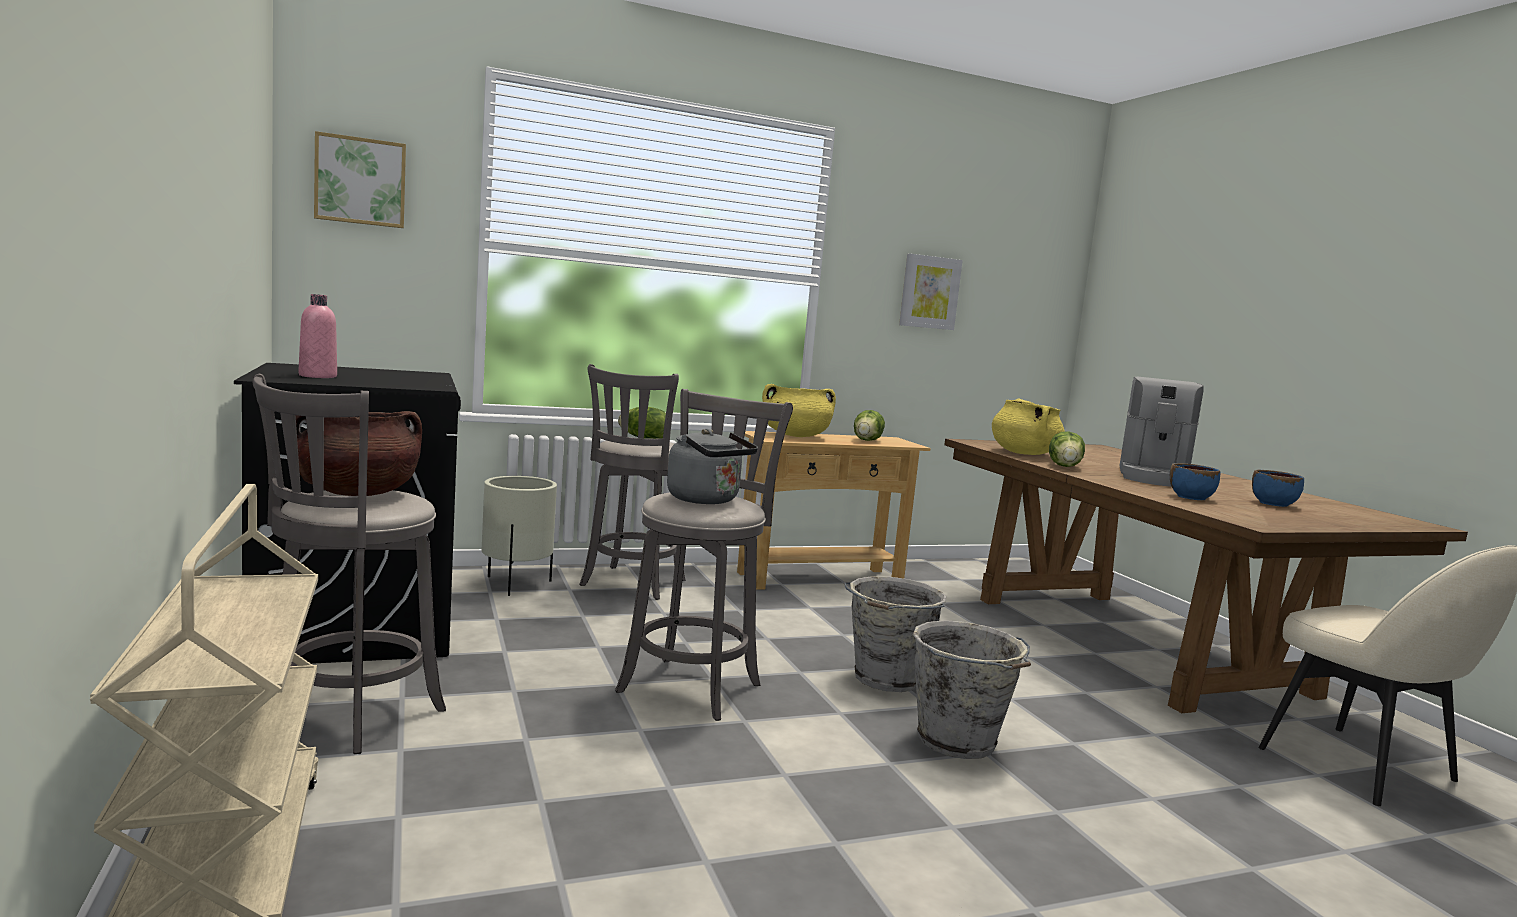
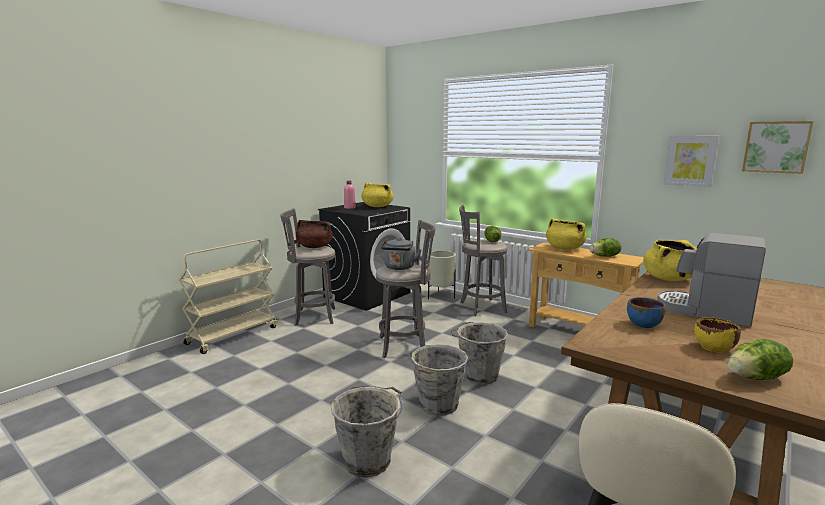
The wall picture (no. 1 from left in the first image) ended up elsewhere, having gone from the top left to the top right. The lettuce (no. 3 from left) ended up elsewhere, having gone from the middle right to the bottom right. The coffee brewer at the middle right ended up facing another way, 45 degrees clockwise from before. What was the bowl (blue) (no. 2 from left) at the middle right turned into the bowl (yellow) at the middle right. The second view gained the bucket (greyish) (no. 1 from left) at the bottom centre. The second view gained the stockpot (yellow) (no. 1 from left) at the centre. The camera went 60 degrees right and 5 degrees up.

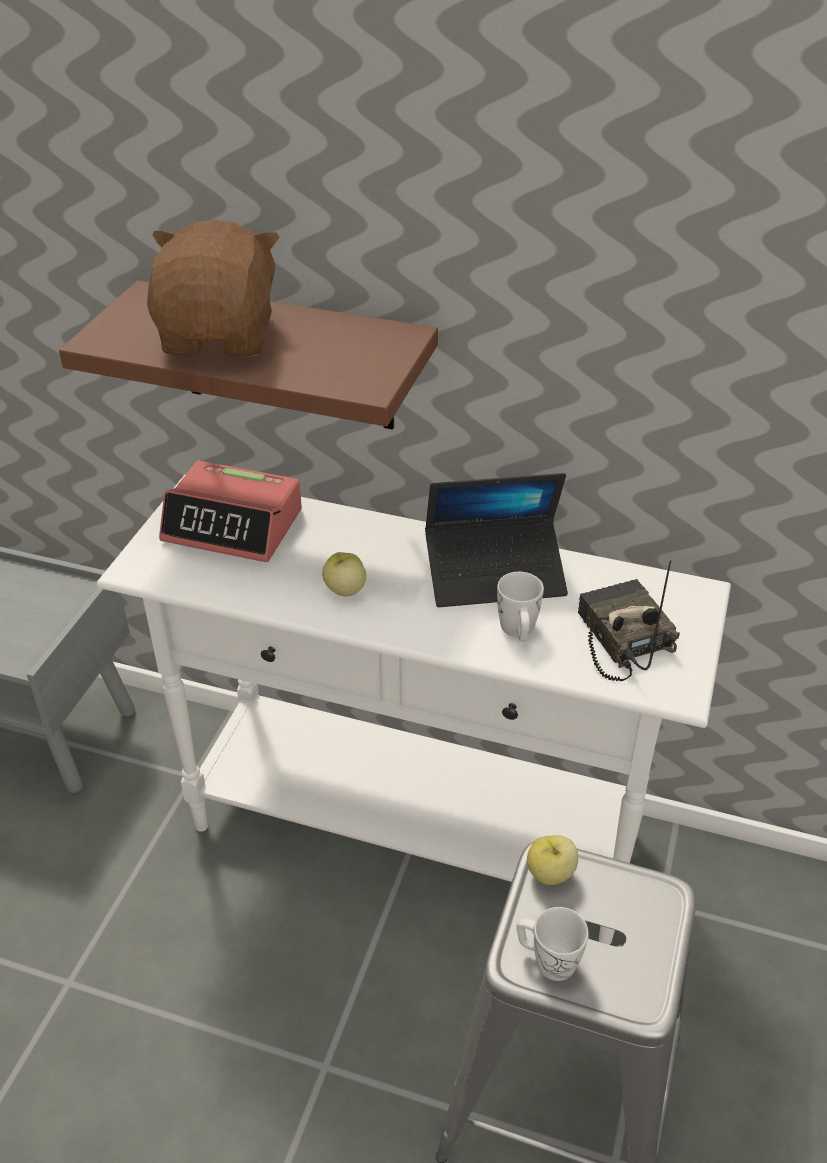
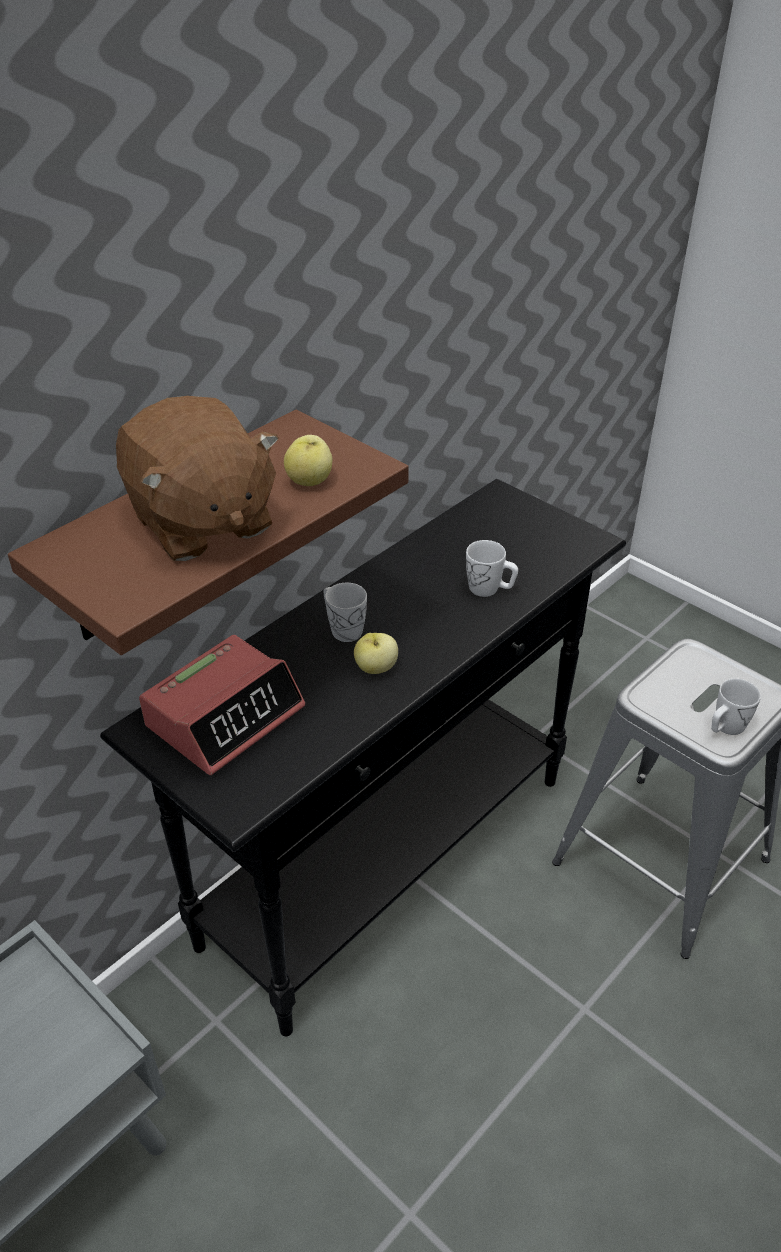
What was the console table (whitish) at the centre turned into the console table (blackish) at the centre. The plush toy (brown) at the top left ended up facing another way, 150 degrees counterclockwise from before. The second view lost the portable computer at the centre. The whole apple (no. 2 from left in the first image) ended up elsewhere, having gone from the bottom right to the centre. The second view lost the radio receiver at the middle right. The second view gained the coffee mug (whitish) (no. 1 from left) at the centre. The camera went 65 degrees left and 0 degrees up.

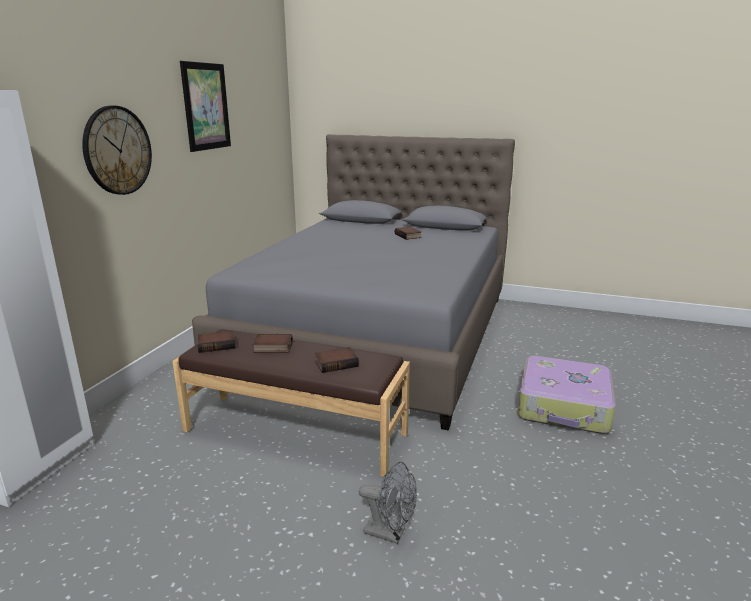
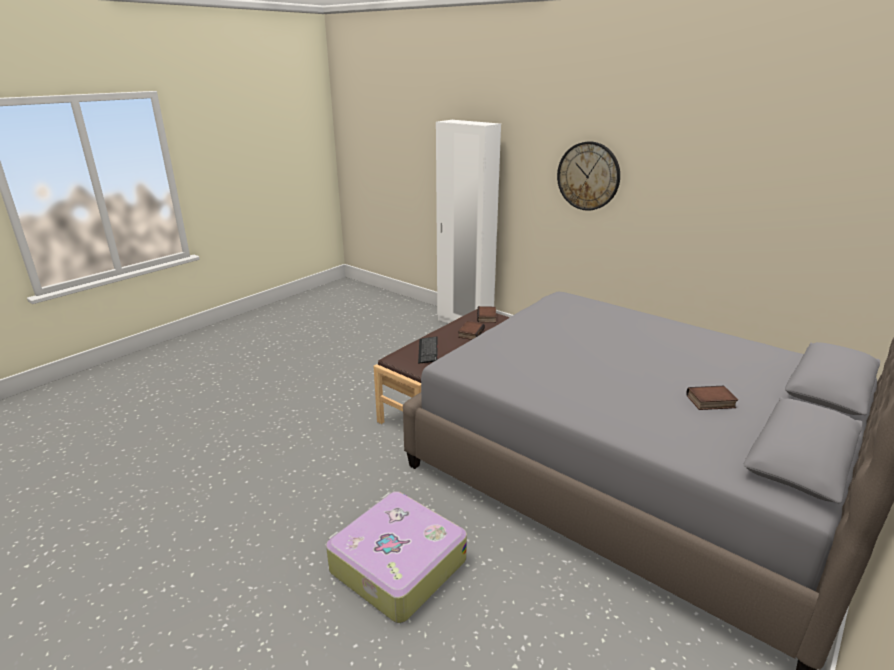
The second view lost the wall picture at the top left. Where the book (no. 3 from left) stood at the centre, the computer keyboard came to stand at the centre. The second view lost the electric fan (greyish) at the bottom centre. The camera went 110 degrees right and 5 degrees up.

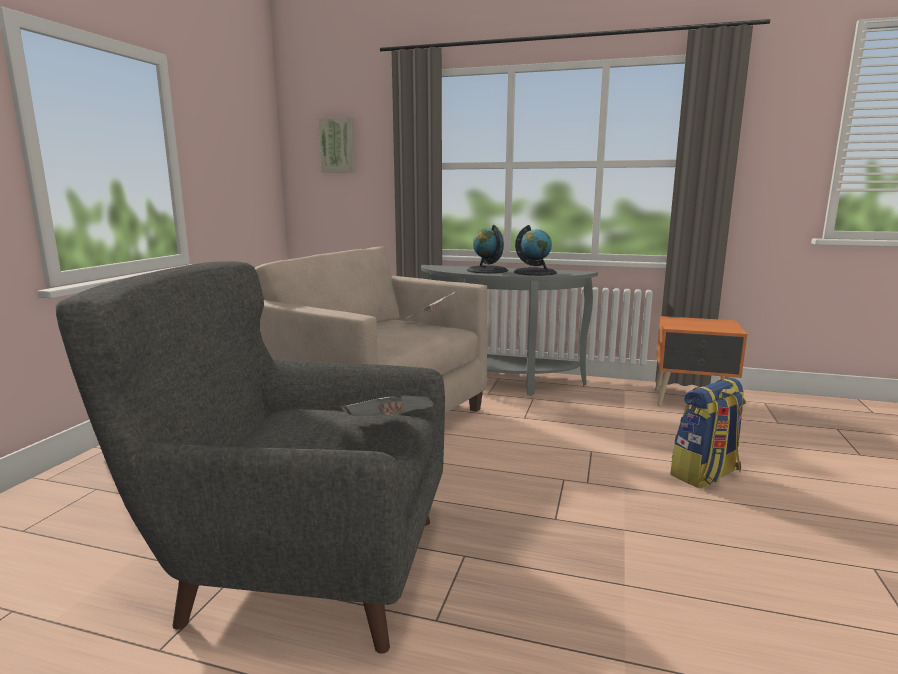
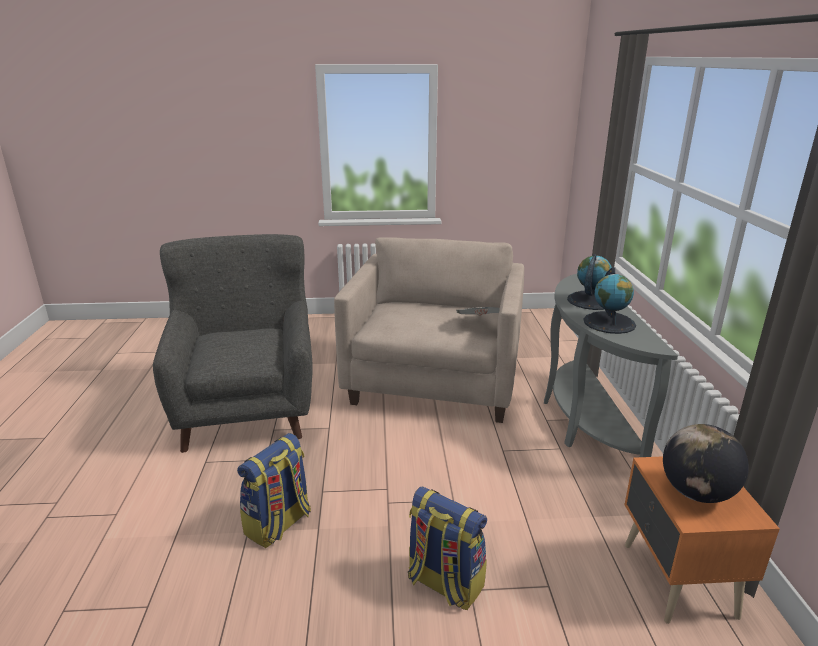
The second view lost the wall picture at the top centre. The second view lost the daily paper (no. 1 from left) at the centre. The second view gained the backpack (no. 1 from left) at the bottom centre. The second view gained the world globe (no. 3 from left) at the bottom right. The camera went 70 degrees right and 10 degrees up.

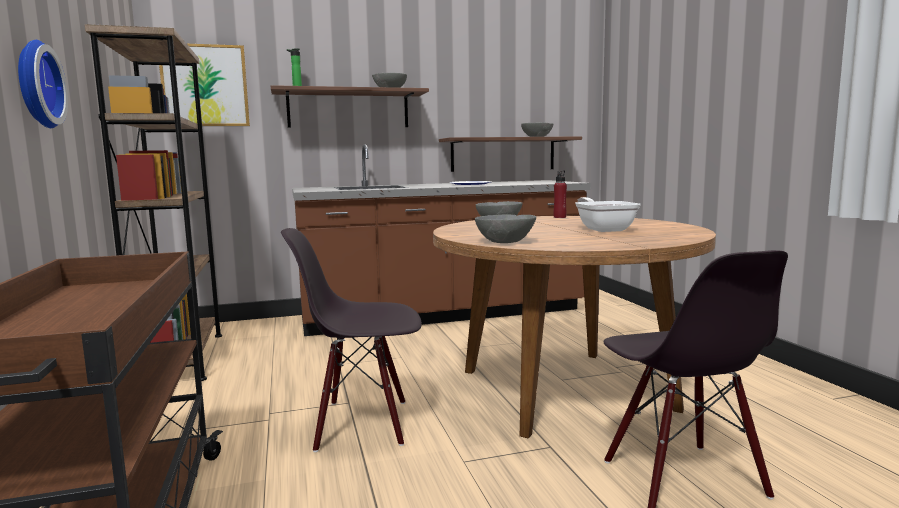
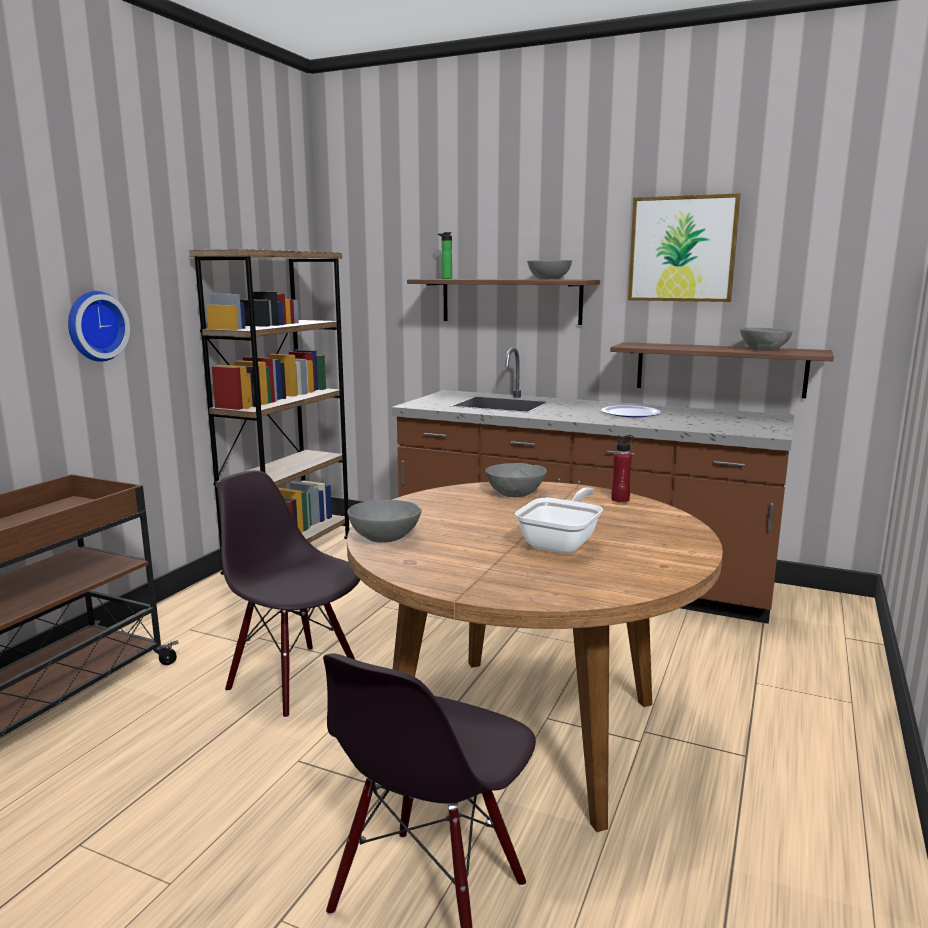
The wall picture ended up elsewhere, having gone from the top left to the top right. The camera went 40 degrees right and 5 degrees up.

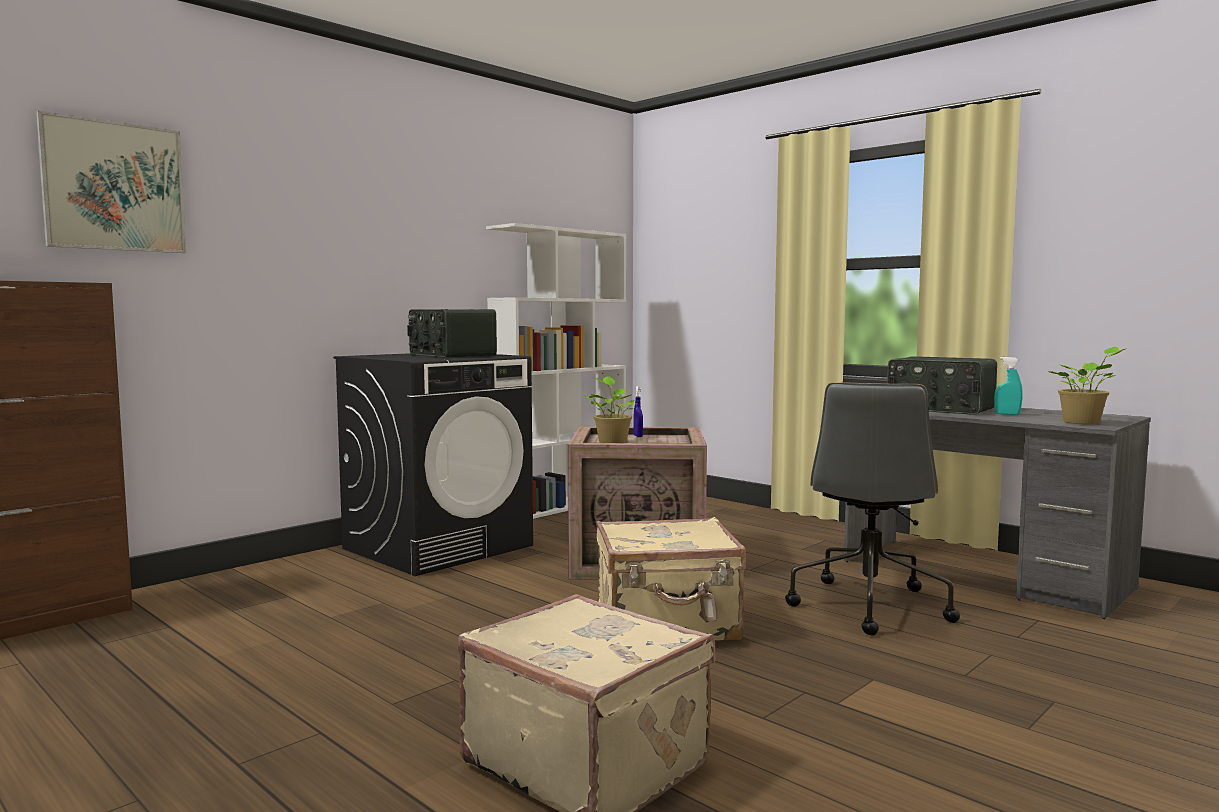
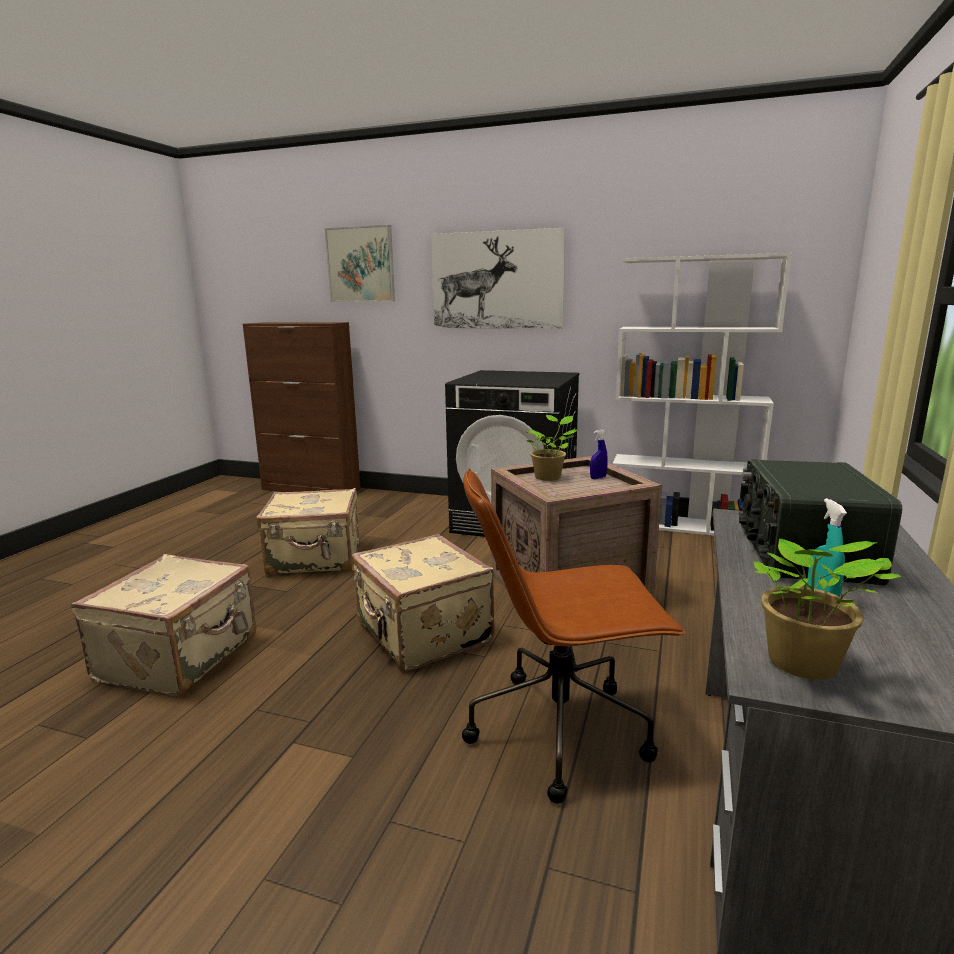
The second view lost the radio receiver (no. 1 from left) at the centre. What was the desk chair (greyish) at the middle right turned into the desk chair (brown) at the bottom centre. The second view gained the piece of luggage (sand-coloured) (no. 2 from left) at the middle left. The second view gained the wall picture (no. 2 from left) at the top centre. The camera went 65 degrees right and 10 degrees up.

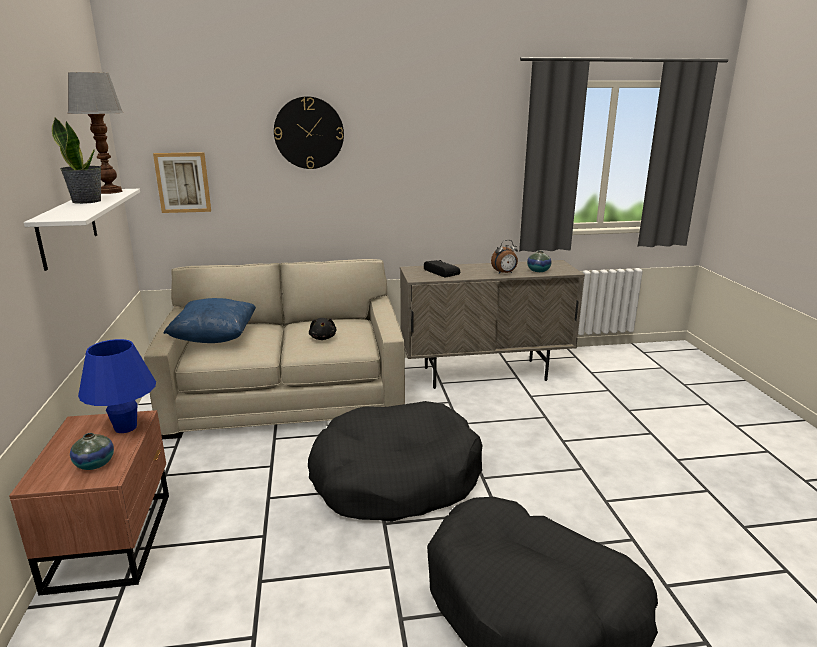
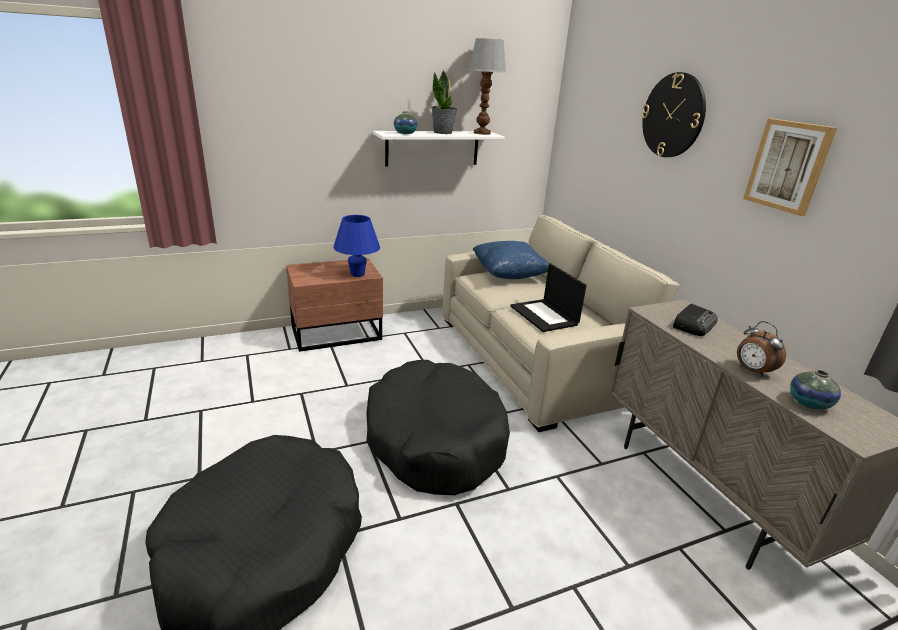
The vase (no. 1 from left) ended up elsewhere, having gone from the bottom left to the top centre. The wall picture ended up elsewhere, having gone from the top left to the top right. Where the plush toy (blackish) stood at the centre, the portable computer came to stand at the centre. The camera went 75 degrees right and 5 degrees up.

